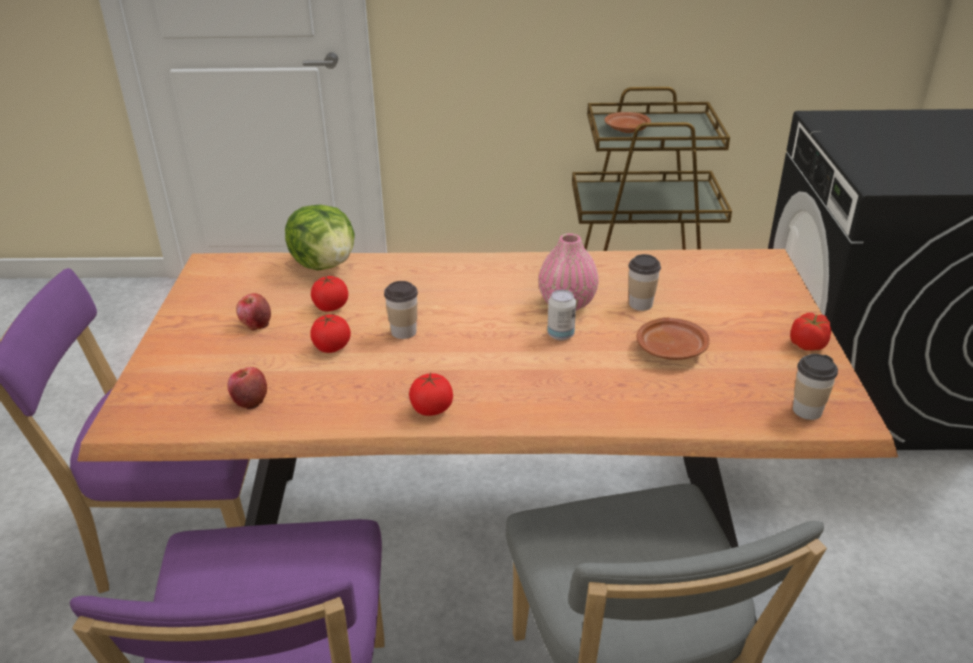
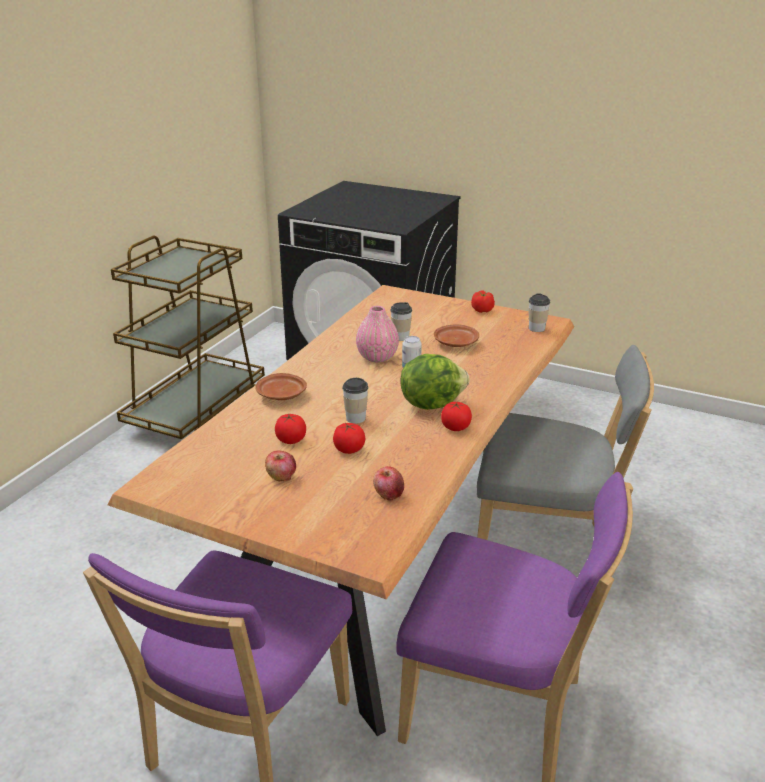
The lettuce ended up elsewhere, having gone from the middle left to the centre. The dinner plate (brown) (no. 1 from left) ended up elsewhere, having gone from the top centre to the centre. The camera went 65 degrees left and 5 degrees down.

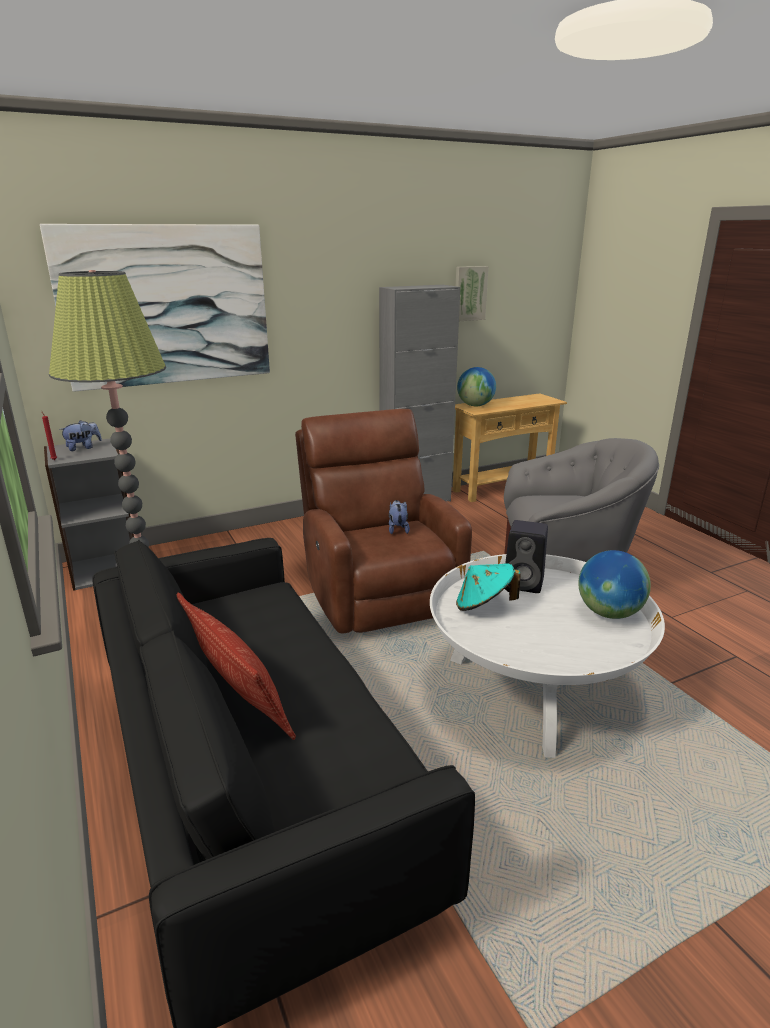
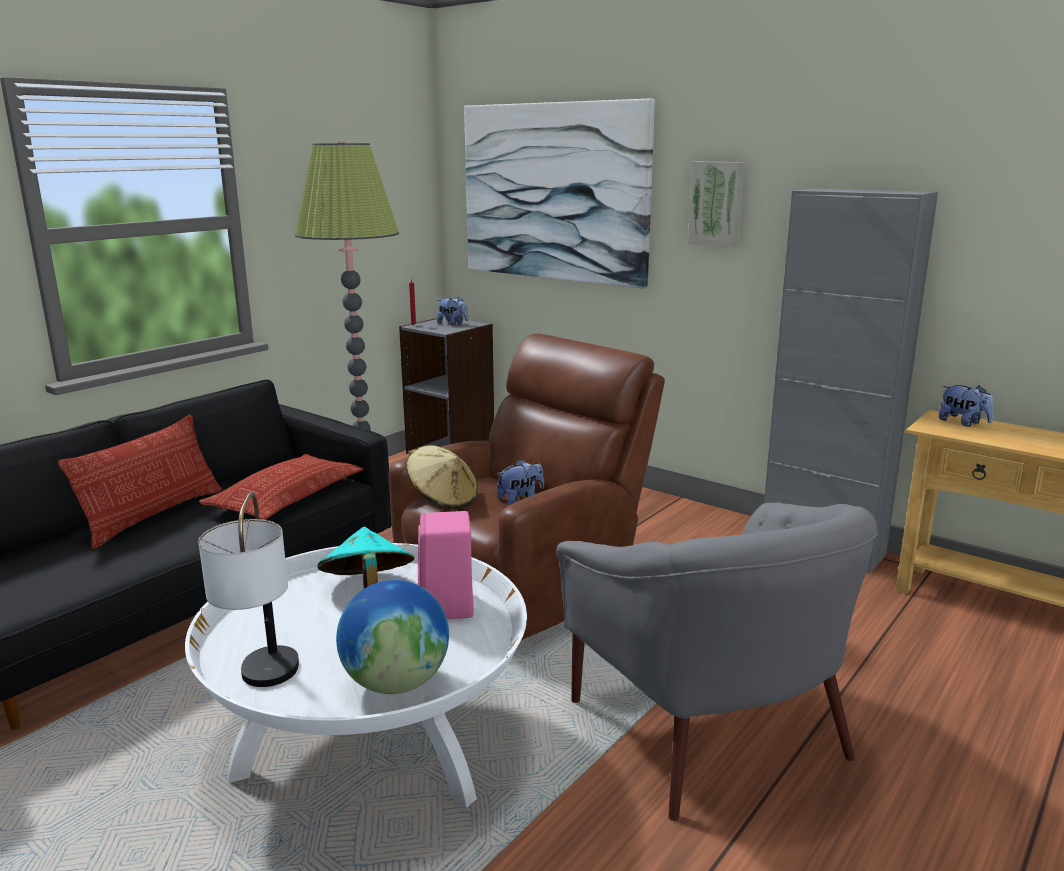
The wall picture (no. 2 from left) ended up elsewhere, having gone from the top centre to the top right. Where the world globe (no. 1 from left) stood at the centre, the plush toy (no. 3 from left) came to stand at the middle right. What was the audio speaker (blackish) at the middle right turned into the audio speaker (pink) at the centre. The second view gained the tabletop lamp at the bottom left. The second view gained the cushion (no. 2 from left) at the middle left. The second view gained the hat (sand-coloured) at the centre. The camera went 65 degrees right and 5 degrees down.

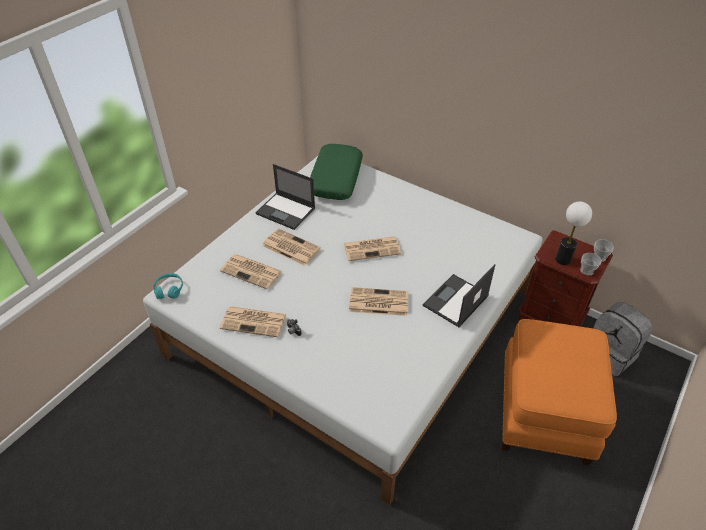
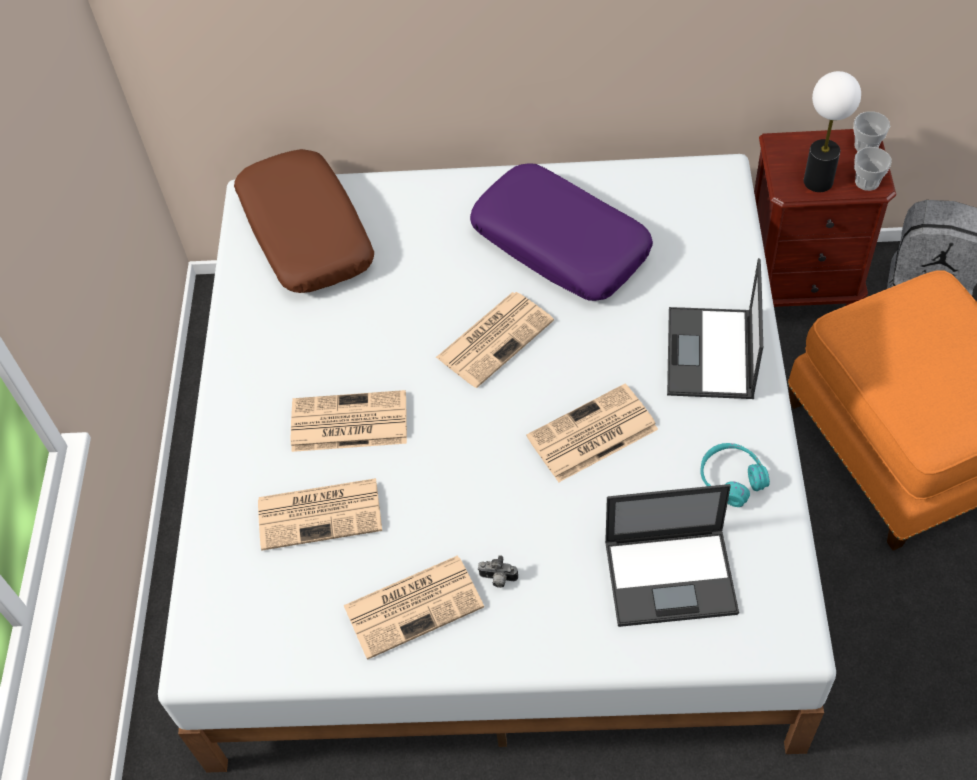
The headset (blue-green) ended up elsewhere, having gone from the middle left to the middle right. The portable computer (no. 1 from left) ended up elsewhere, having gone from the centre to the bottom right. What was the cushion (greenish) at the top centre turned into the cushion (brown) at the top left. The second view gained the cushion (purplish) at the top centre. The camera went 30 degrees left and 10 degrees up.

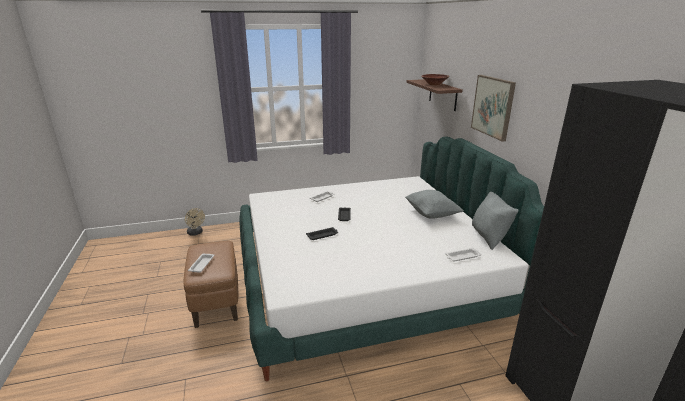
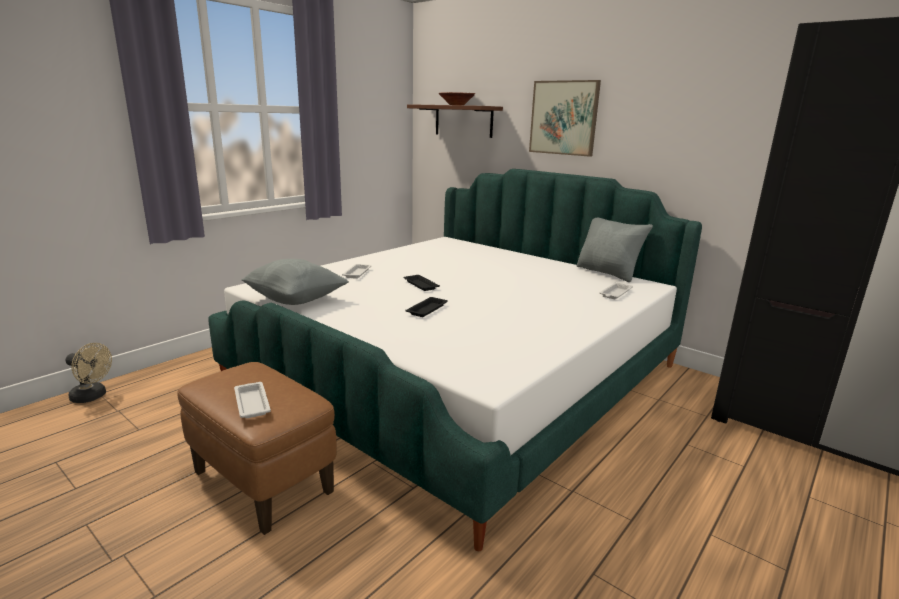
The cushion (greyish) (no. 1 from left) ended up elsewhere, having gone from the centre to the middle left. The camera went 35 degrees left and 5 degrees down.

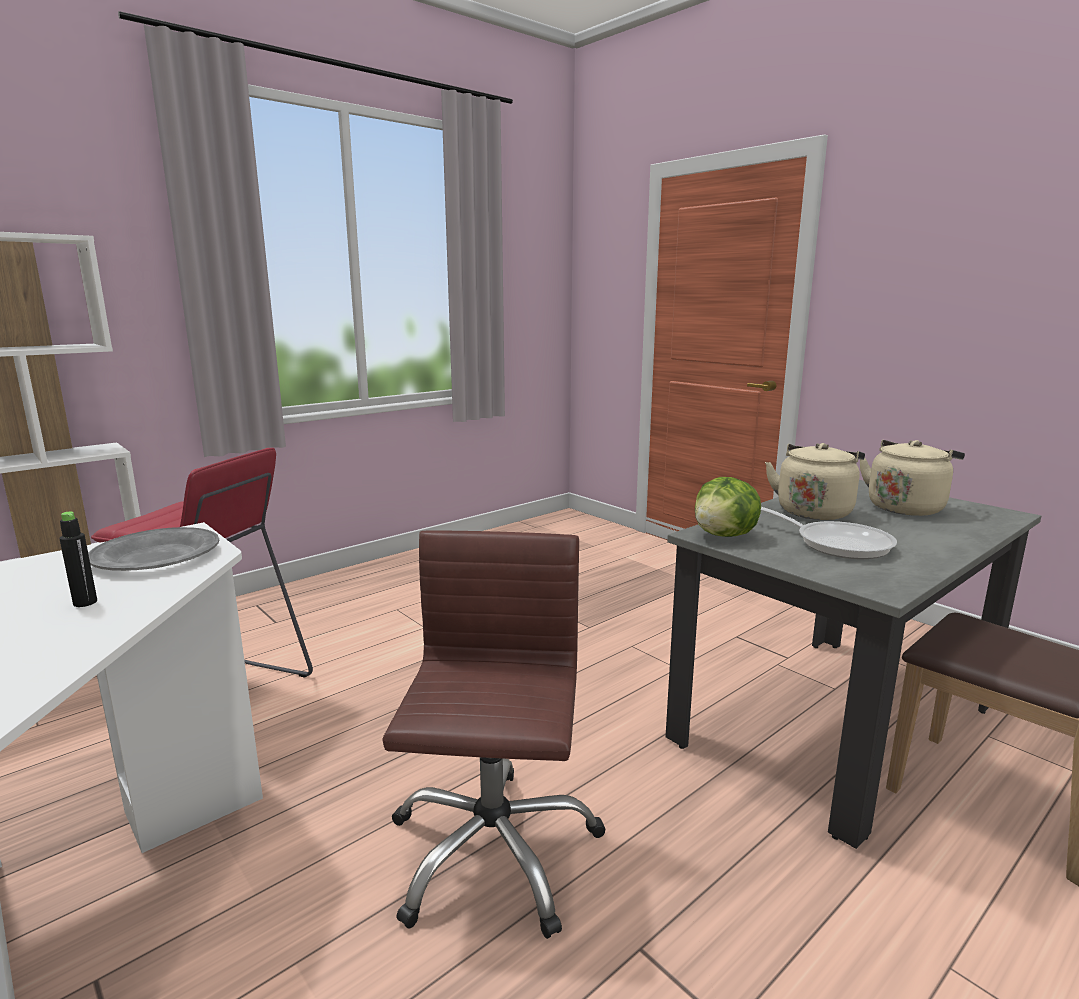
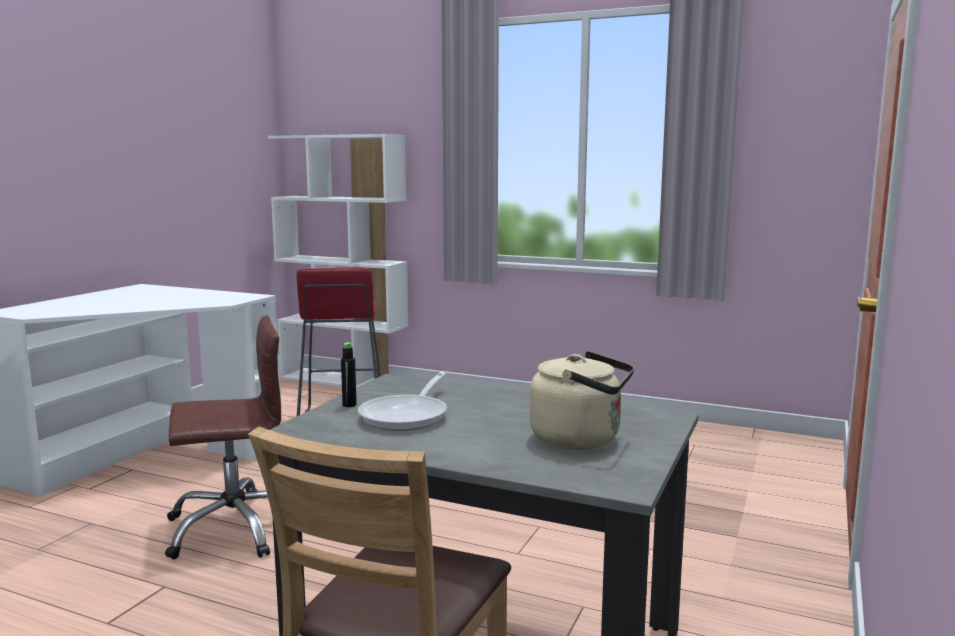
The beverage bottle (blackish) ended up elsewhere, having gone from the middle left to the centre. The second view lost the dinner plate (greyish) at the middle left. The second view lost the lettuce at the middle right. The second view lost the water kettle (sand-coloured) (no. 1 from left) at the middle right. The camera went 65 degrees right and 5 degrees down.

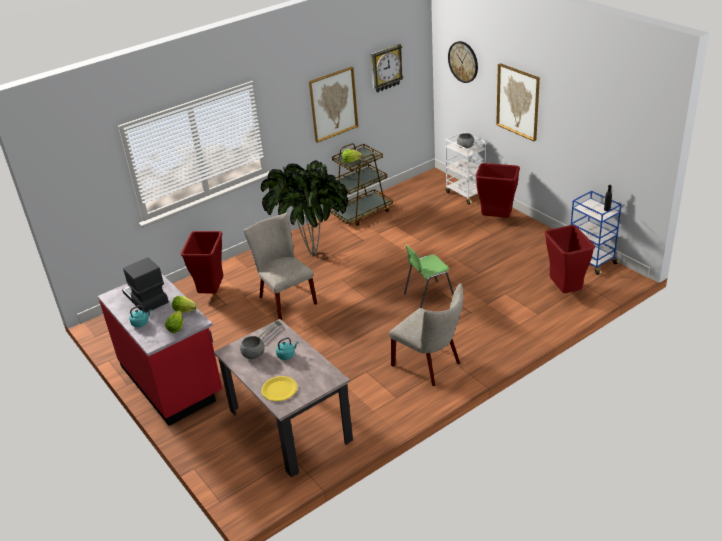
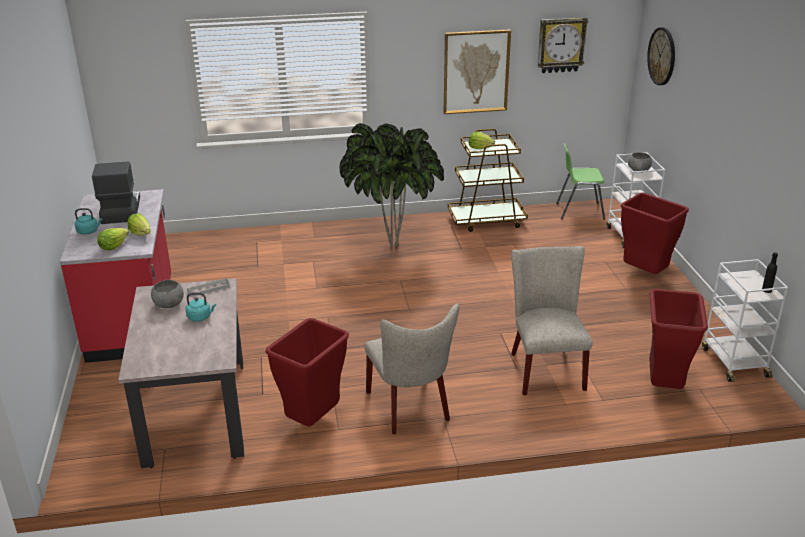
The trash can (reddish) (no. 1 from left) ended up elsewhere, having gone from the middle left to the bottom centre. The plain chair (sand-coloured) (no. 1 from left in the first image) ended up elsewhere, having gone from the centre to the middle right. The second view lost the dinner plate (yellow) at the bottom centre. The plain chair (greenish) ended up elsewhere, having gone from the centre to the middle right. The second view lost the wall picture (no. 2 from left) at the top right. What was the cart (blue) at the middle right turned into the cart (whitish) (no. 2 from left) at the middle right. The camera went 25 degrees right and 5 degrees down.

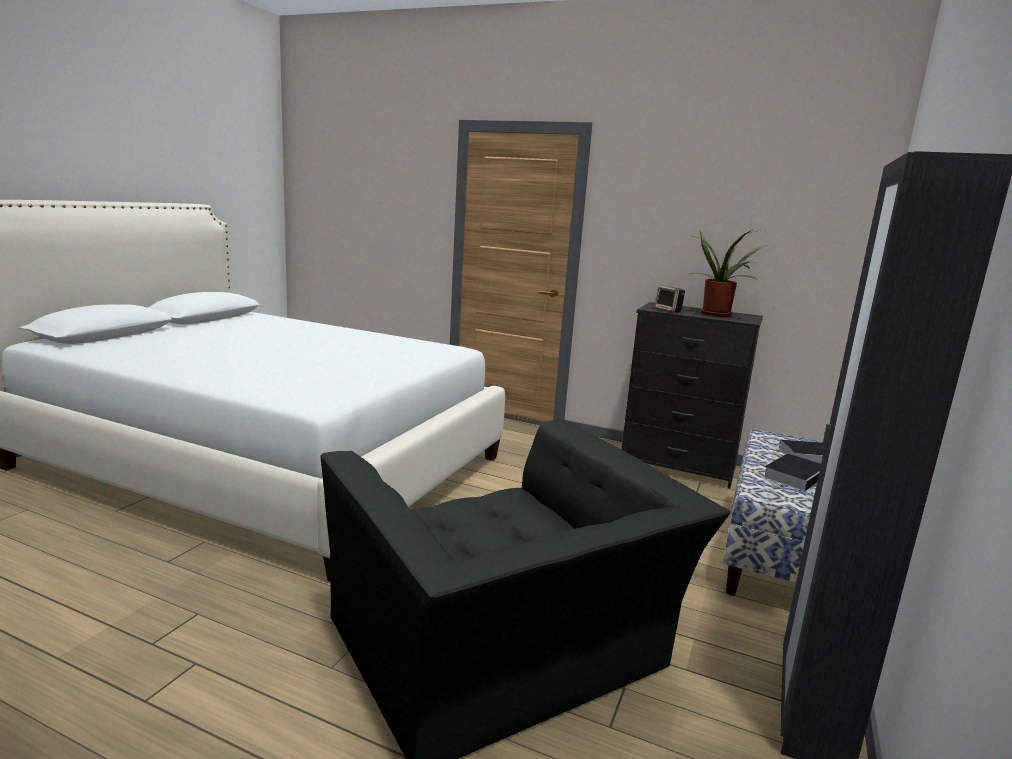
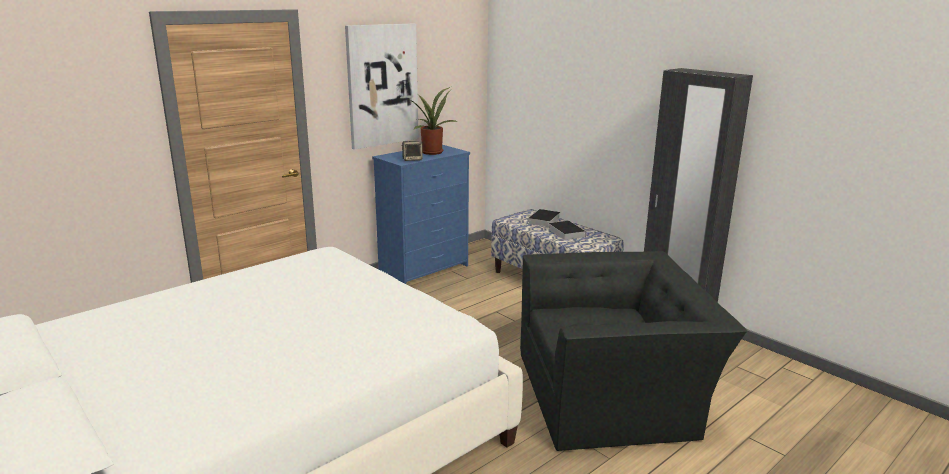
What was the chest of drawers (blackish) at the middle right turned into the chest of drawers (blue) at the centre. The second view gained the wall picture at the top centre. The camera went 65 degrees left and 5 degrees up.

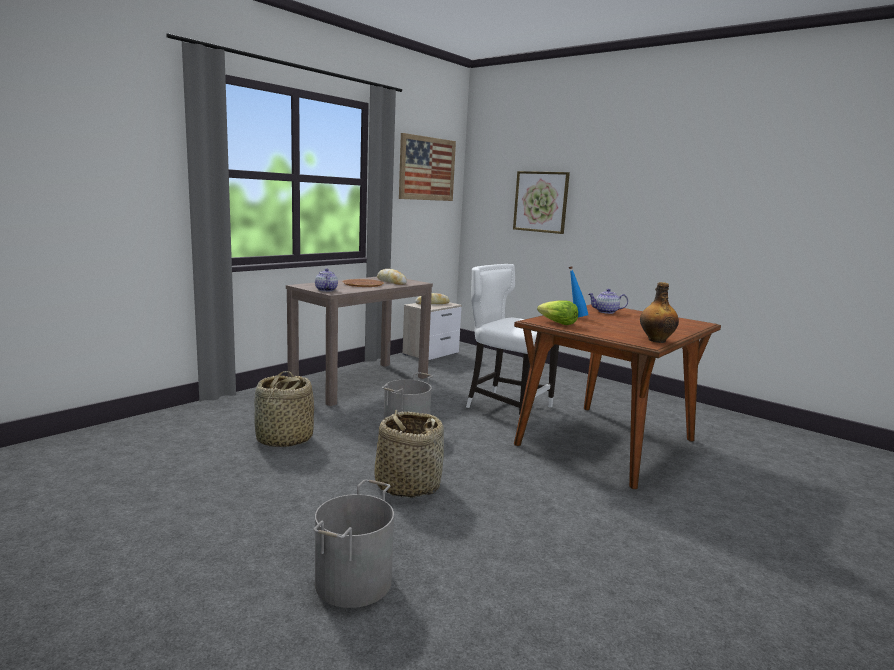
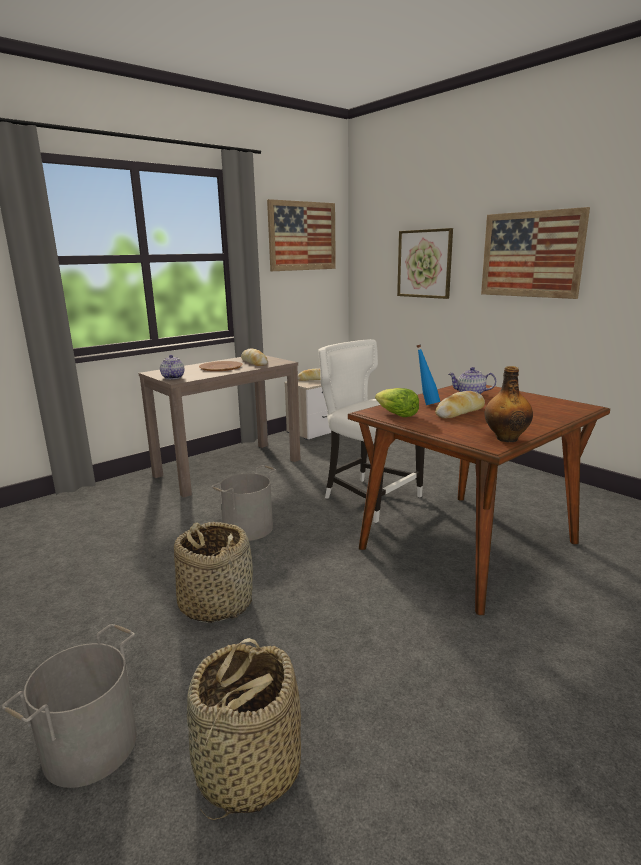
The storage basket (no. 1 from left in the first image) ended up elsewhere, having gone from the middle left to the bottom centre. The second view gained the bread (no. 3 from left) at the middle right. The second view gained the wall picture (no. 3 from left) at the top right. The camera went 10 degrees right and 5 degrees up.

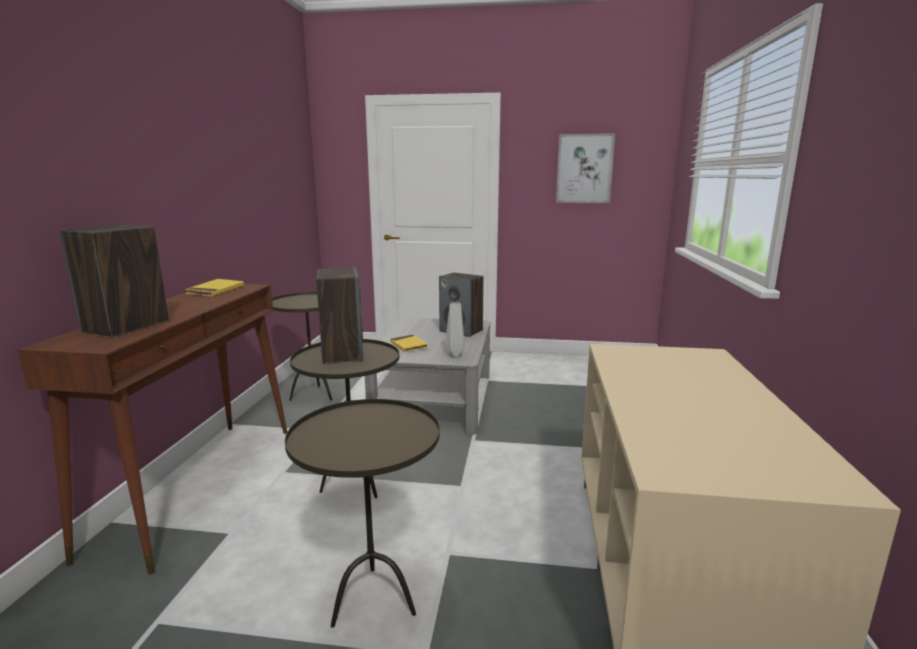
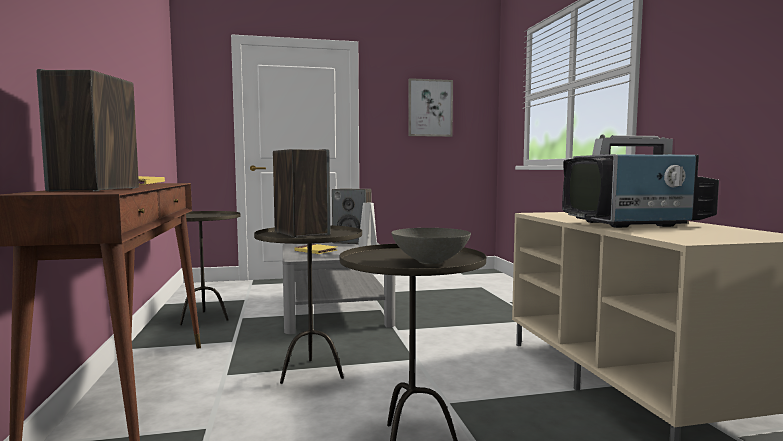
The second view gained the bowl (greyish) at the centre. The second view gained the TV set at the middle right. The camera went 20 degrees left and 10 degrees down.

